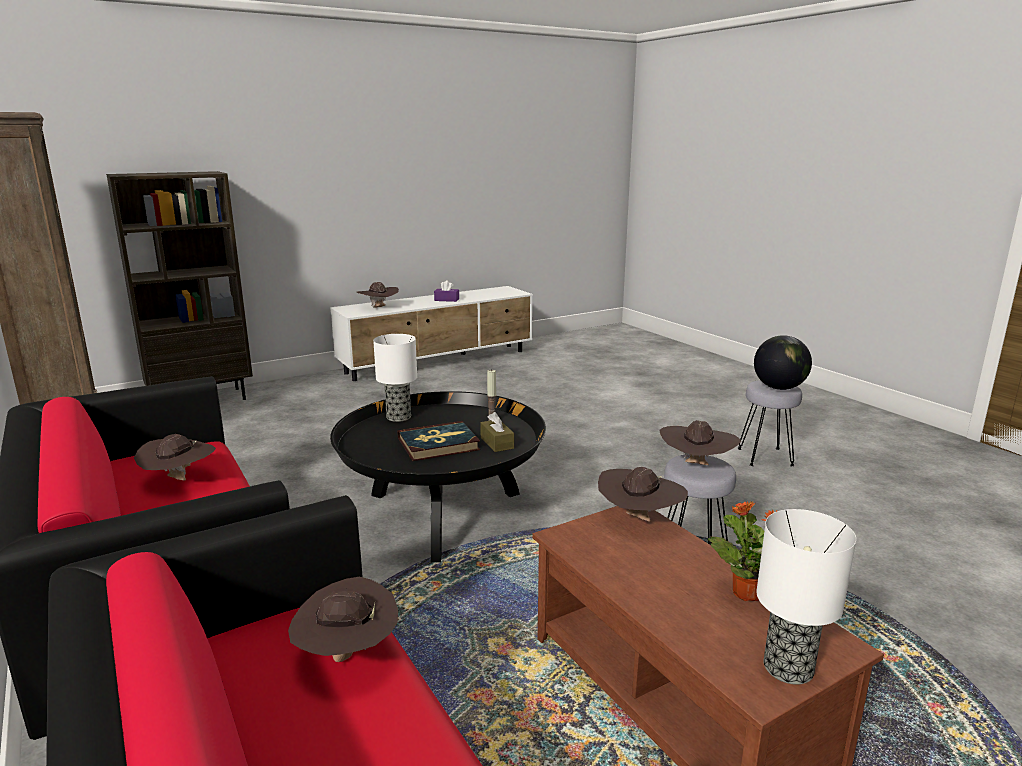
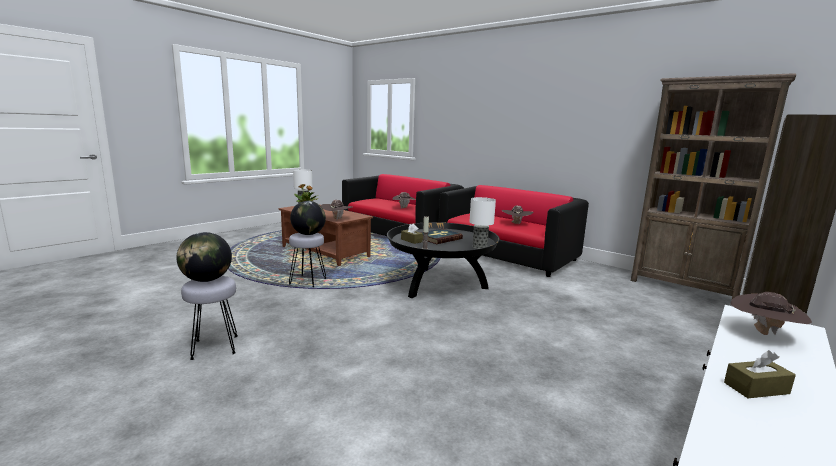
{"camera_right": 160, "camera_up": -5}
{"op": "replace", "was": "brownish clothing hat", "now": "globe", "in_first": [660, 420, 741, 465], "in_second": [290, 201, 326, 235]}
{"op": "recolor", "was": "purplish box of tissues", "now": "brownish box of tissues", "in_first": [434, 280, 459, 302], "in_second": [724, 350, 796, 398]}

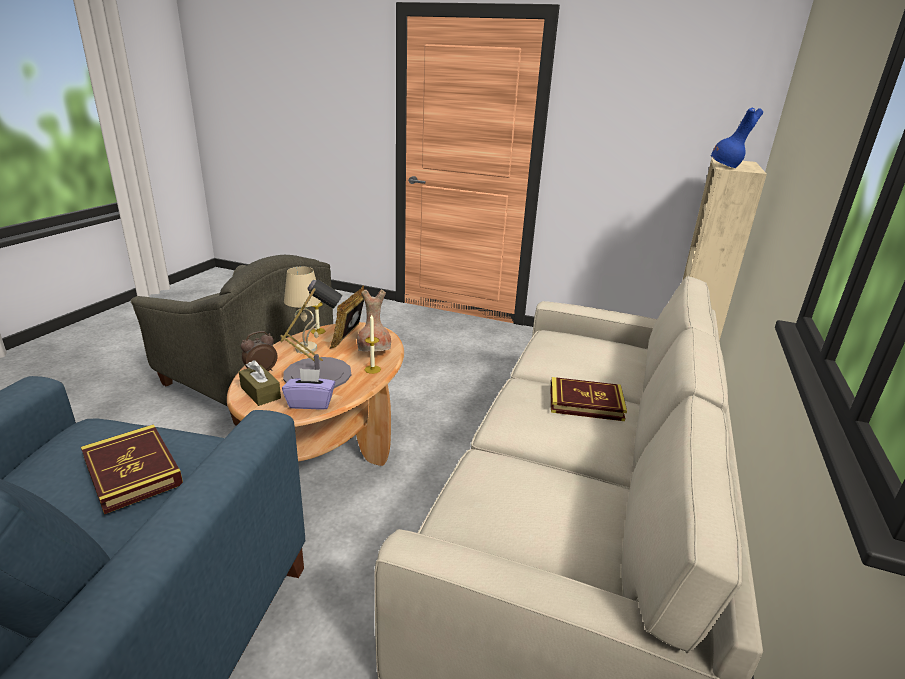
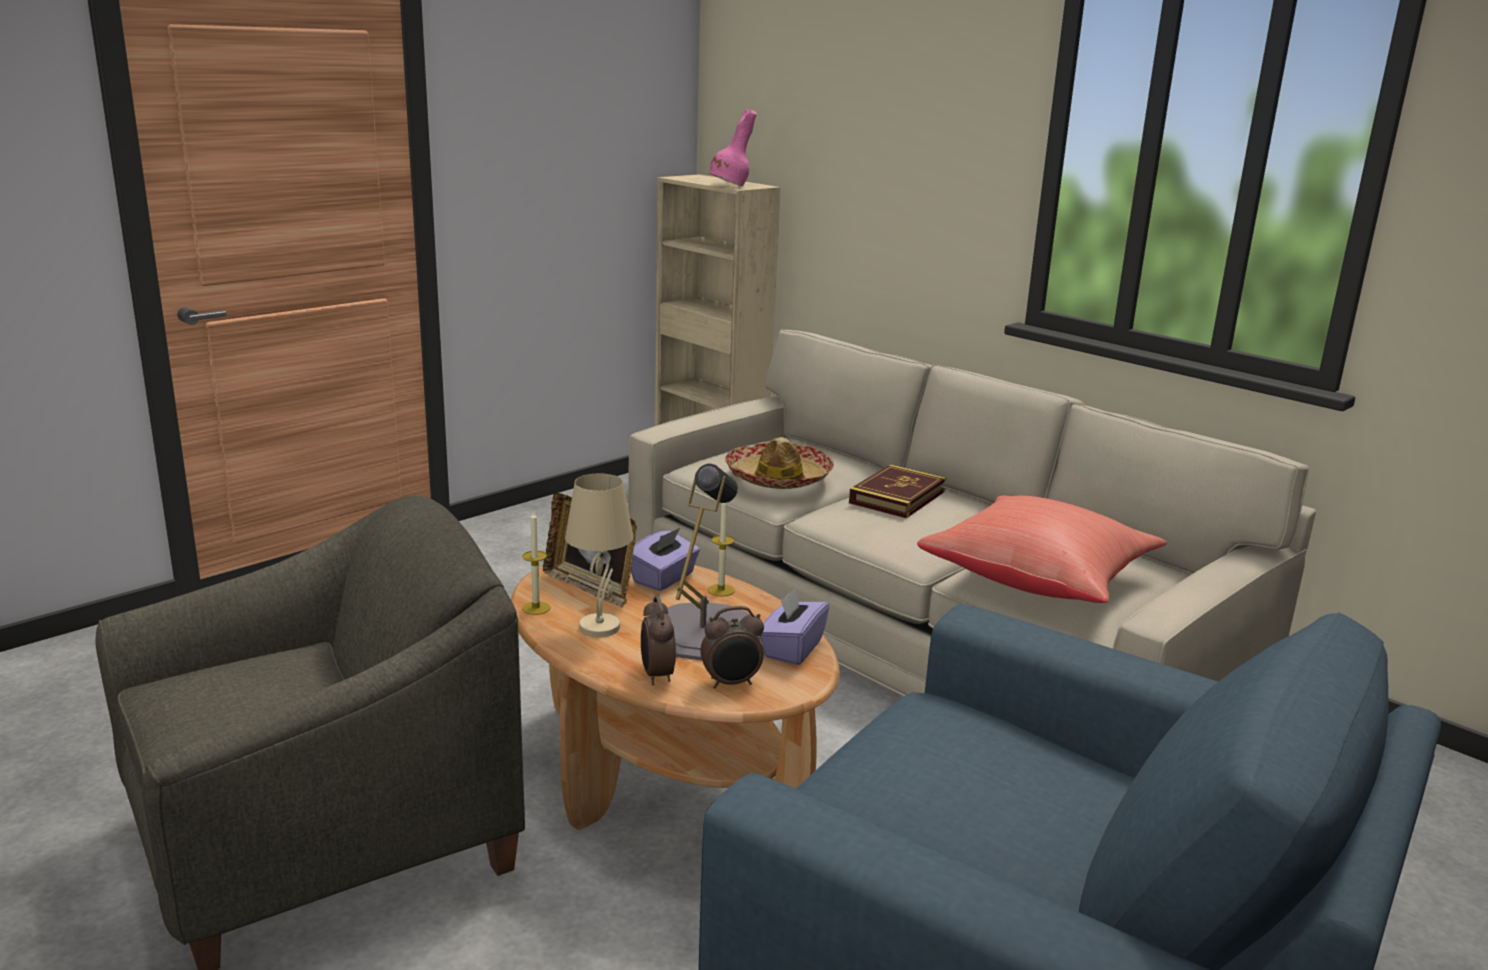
{"camera_right": -65, "camera_up": -5}
{"op": "replace", "was": "brownish vase", "now": "purplish box of tissues", "in_first": [357, 290, 391, 351], "in_second": [631, 528, 700, 591]}
{"op": "replace", "was": "brownish box of tissues", "now": "table clock", "in_first": [239, 360, 281, 406], "in_second": [700, 606, 764, 689]}
{"op": "recolor", "was": "bluish vase", "now": "pink vase", "in_first": [711, 108, 763, 168], "in_second": [709, 110, 757, 186]}
{"op": "insert", "now": "clothing hat", "in_second": [725, 437, 834, 489]}
{"op": "insert", "now": "red pillow", "in_second": [917, 496, 1167, 603]}
{"op": "delete", "was": "book", "in_first": [81, 424, 183, 514]}

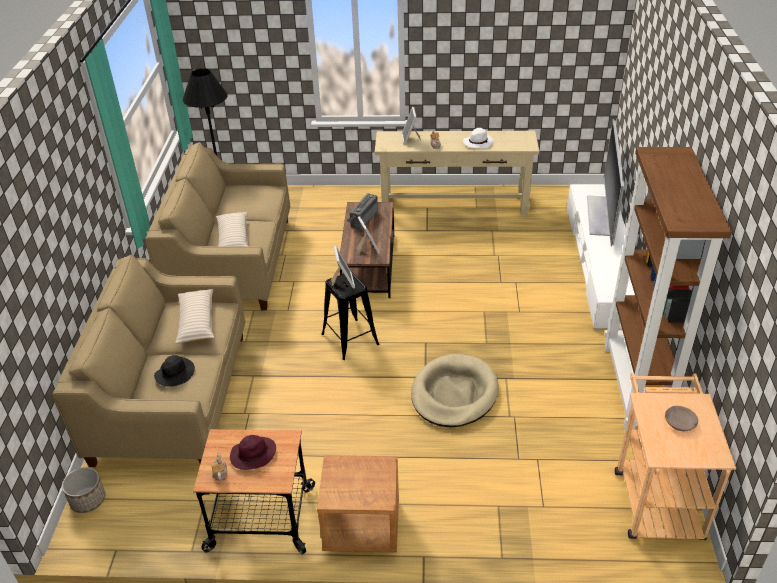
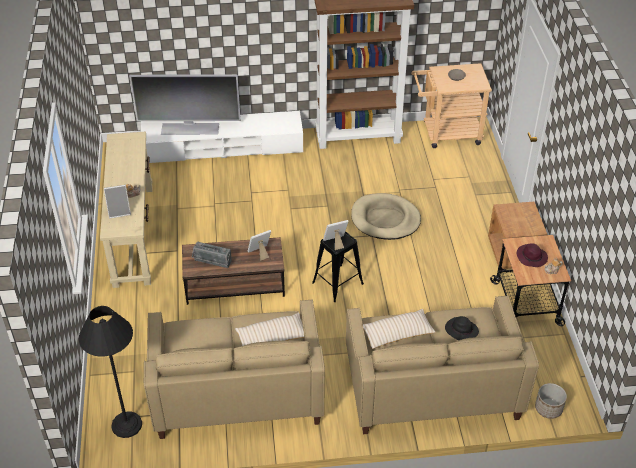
{"camera_right": -100, "camera_up": 5}
{"op": "delete", "was": "white clothing hat", "in_first": [463, 128, 493, 149]}

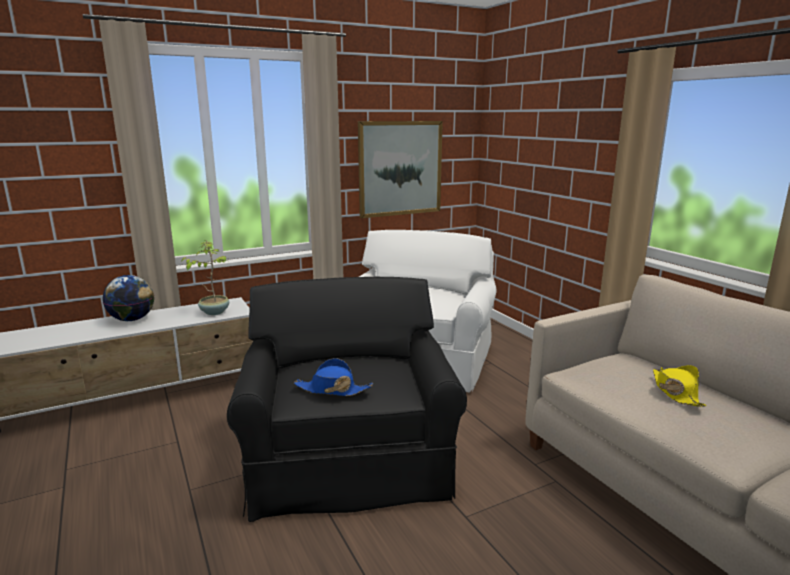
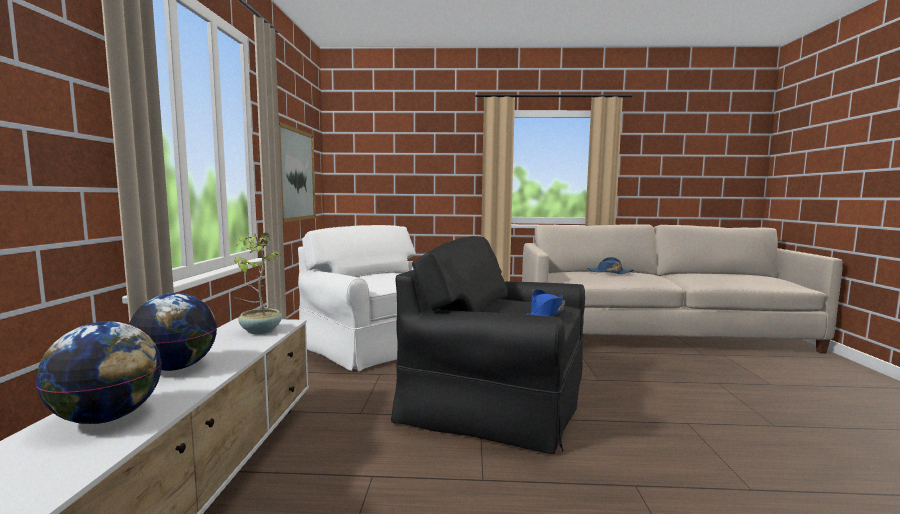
{"camera_right": -60, "camera_up": -10}
{"op": "insert", "now": "globe", "in_second": [36, 322, 162, 424]}
{"op": "recolor", "was": "yellowish clothing hat", "now": "bluish clothing hat", "in_first": [653, 365, 707, 407], "in_second": [587, 257, 634, 274]}

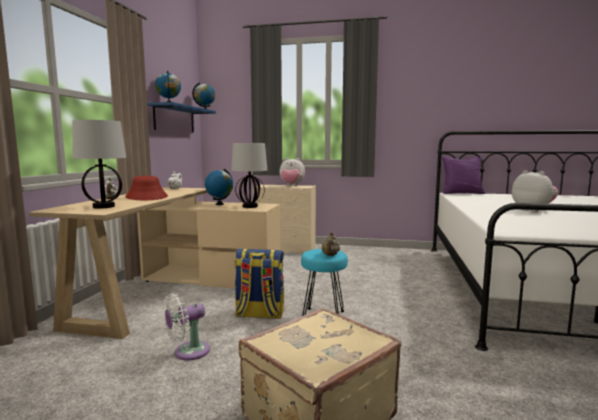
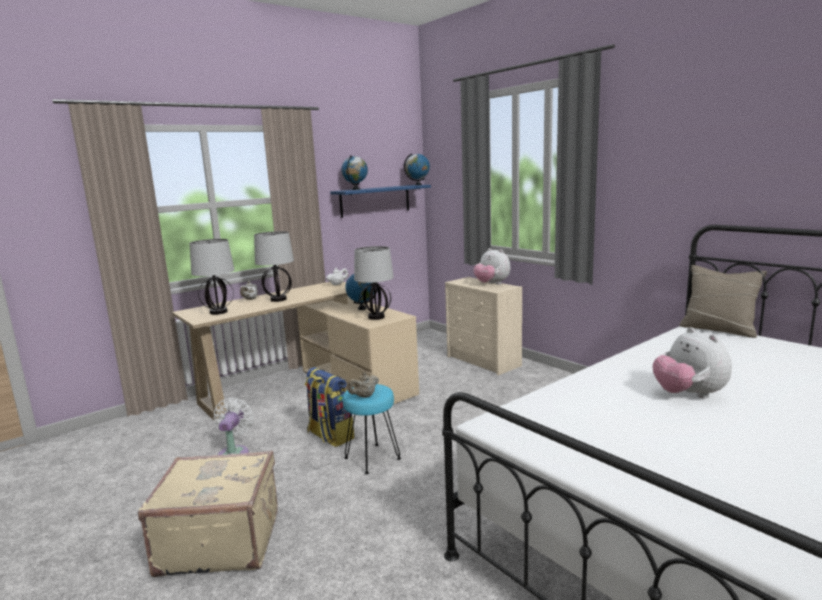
{"camera_right": 40, "camera_up": 5}
{"op": "rotate", "was": "white fan", "in_first": [163, 294, 210, 360], "in_second": [214, 398, 254, 455], "clockwise": 90}
{"op": "replace", "was": "red clothing hat", "now": "table lamp", "in_first": [125, 176, 168, 200], "in_second": [254, 231, 294, 302]}
{"op": "rotate", "was": "plush toy", "in_first": [512, 170, 559, 212], "in_second": [653, 327, 732, 398], "clockwise": 150}
{"op": "recolor", "was": "purplish pillow", "now": "beige pillow", "in_first": [442, 156, 485, 194], "in_second": [679, 265, 767, 338]}

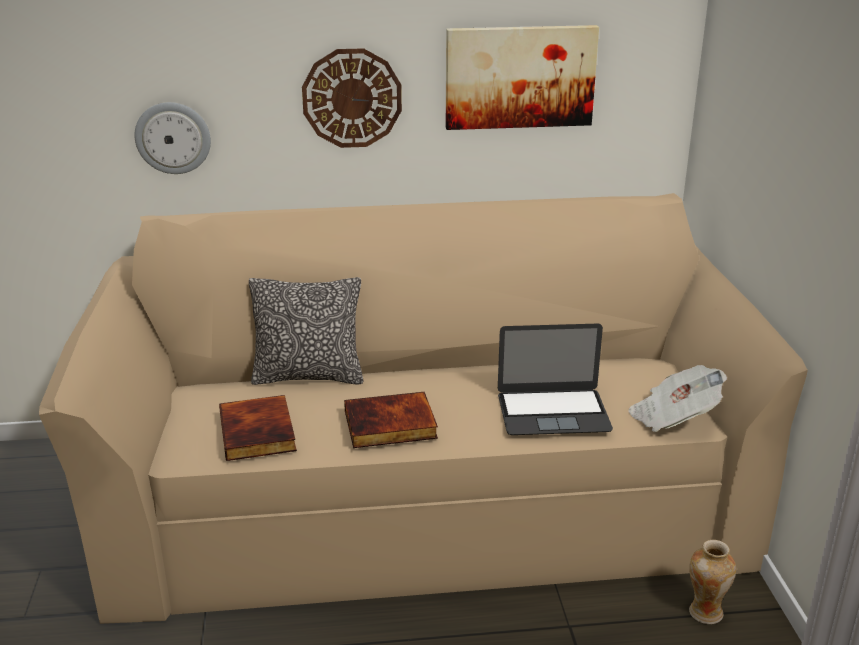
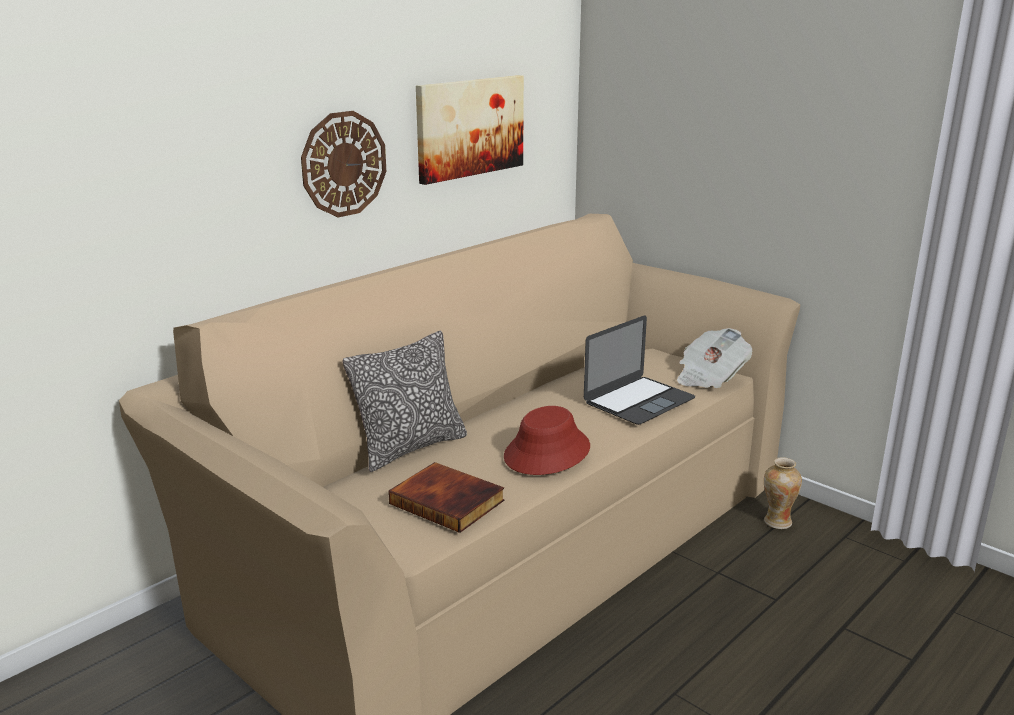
{"camera_right": -40, "camera_up": -5}
{"op": "replace", "was": "book", "now": "red clothing hat", "in_first": [344, 392, 438, 448], "in_second": [504, 406, 590, 475]}
{"op": "delete", "was": "clock on the wall", "in_first": [134, 102, 211, 174]}

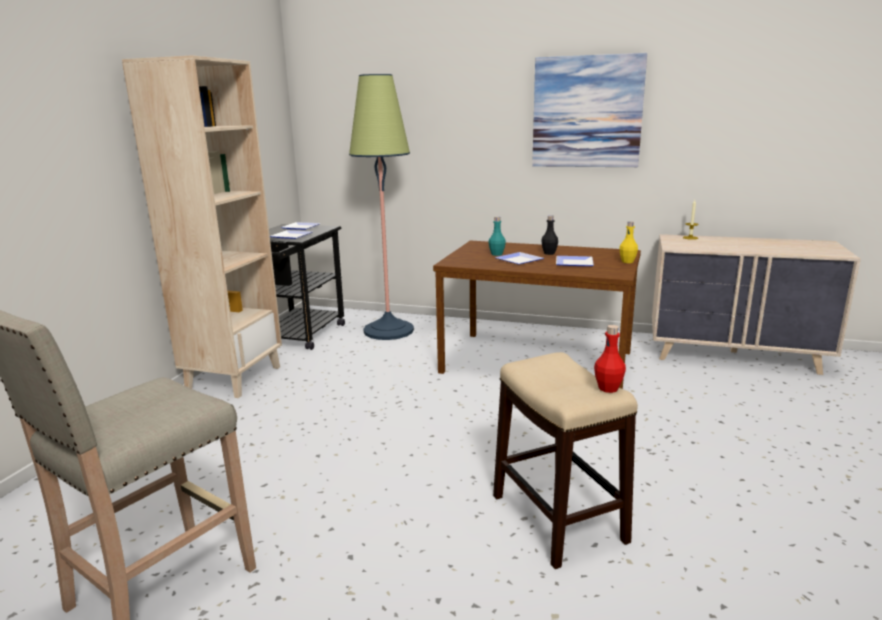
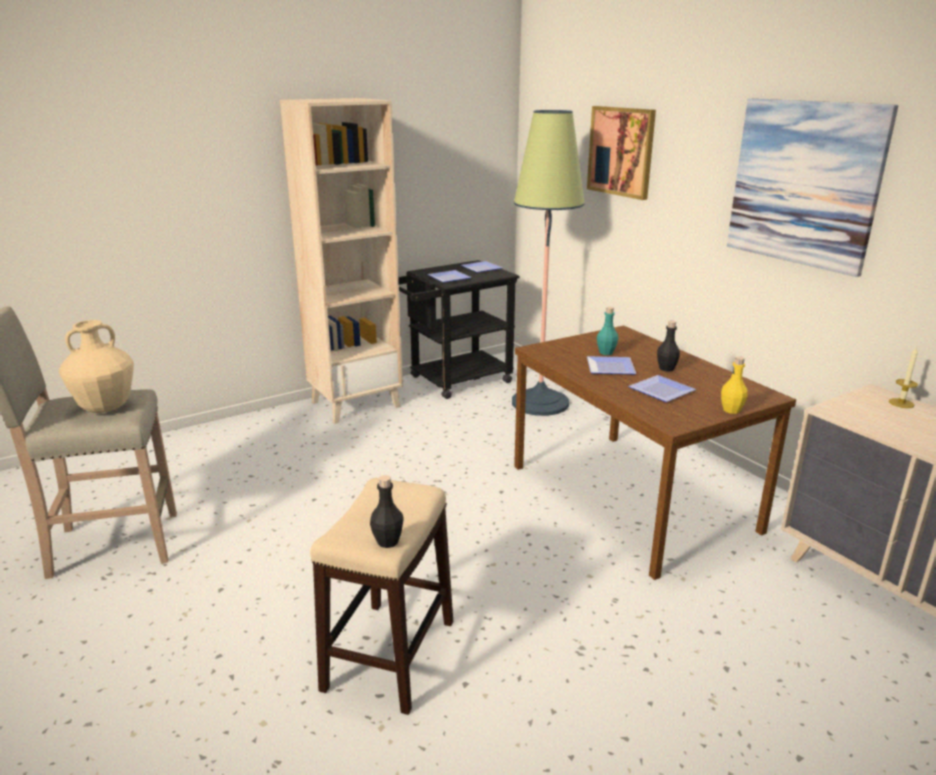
{"camera_right": 40, "camera_up": 5}
{"op": "insert", "now": "beige vase", "in_second": [59, 320, 134, 413]}
{"op": "recolor", "was": "red drink bottle", "now": "blackish drink bottle", "in_first": [594, 325, 626, 393], "in_second": [370, 475, 404, 548]}
{"op": "insert", "now": "wall picture", "in_second": [587, 106, 656, 200]}

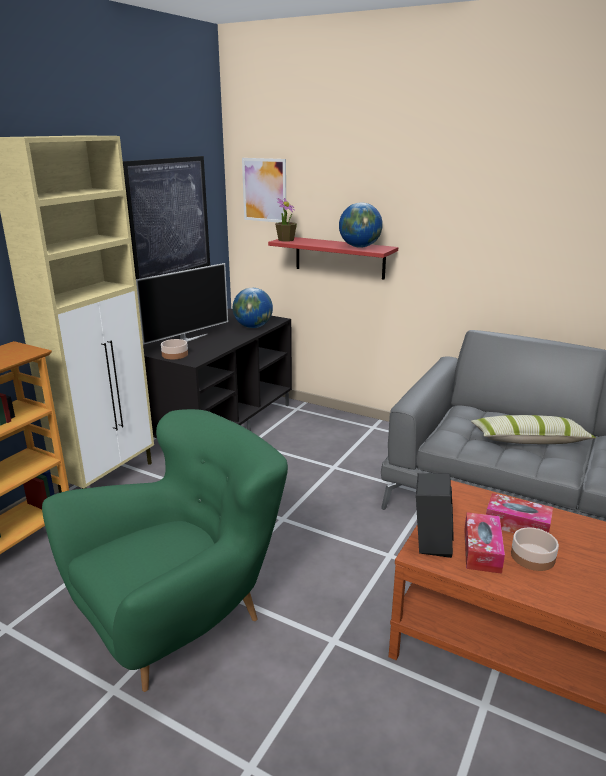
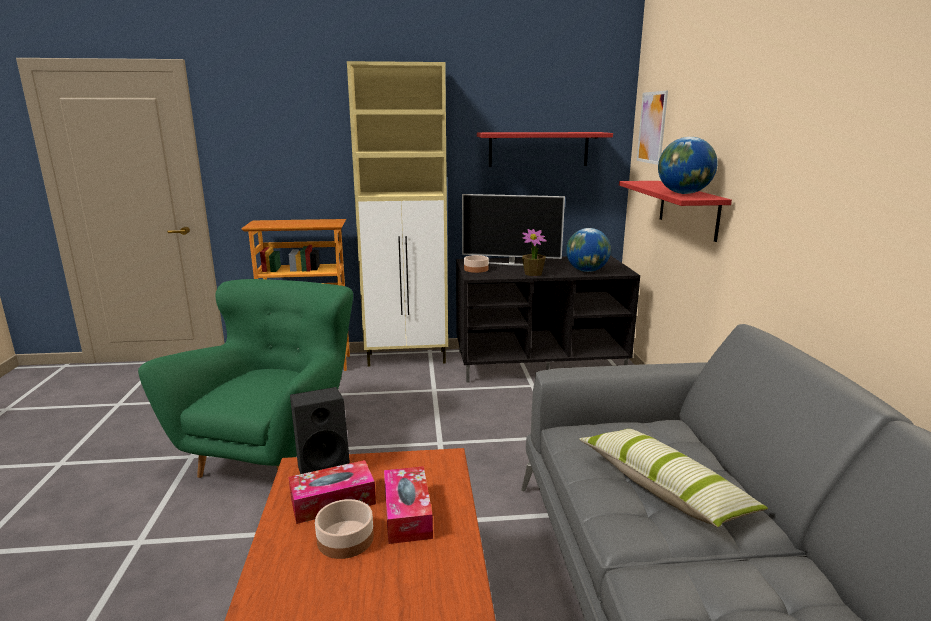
{"camera_right": 55, "camera_up": -5}
{"op": "rotate", "was": "green easy chair", "in_first": [42, 409, 288, 692], "in_second": [138, 279, 353, 478], "clockwise": -90}
{"op": "replace", "was": "wall picture", "now": "red shelf", "in_first": [123, 156, 210, 279], "in_second": [477, 132, 613, 167]}
{"op": "move", "was": "plant in a pot", "in_first": [275, 198, 297, 242], "in_second": [522, 229, 547, 276]}

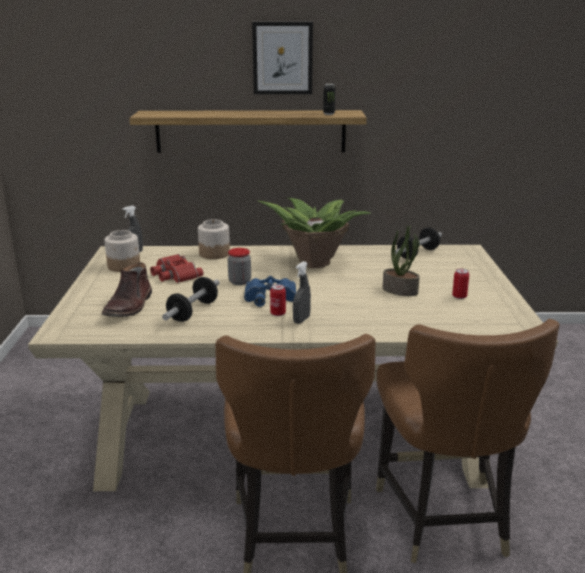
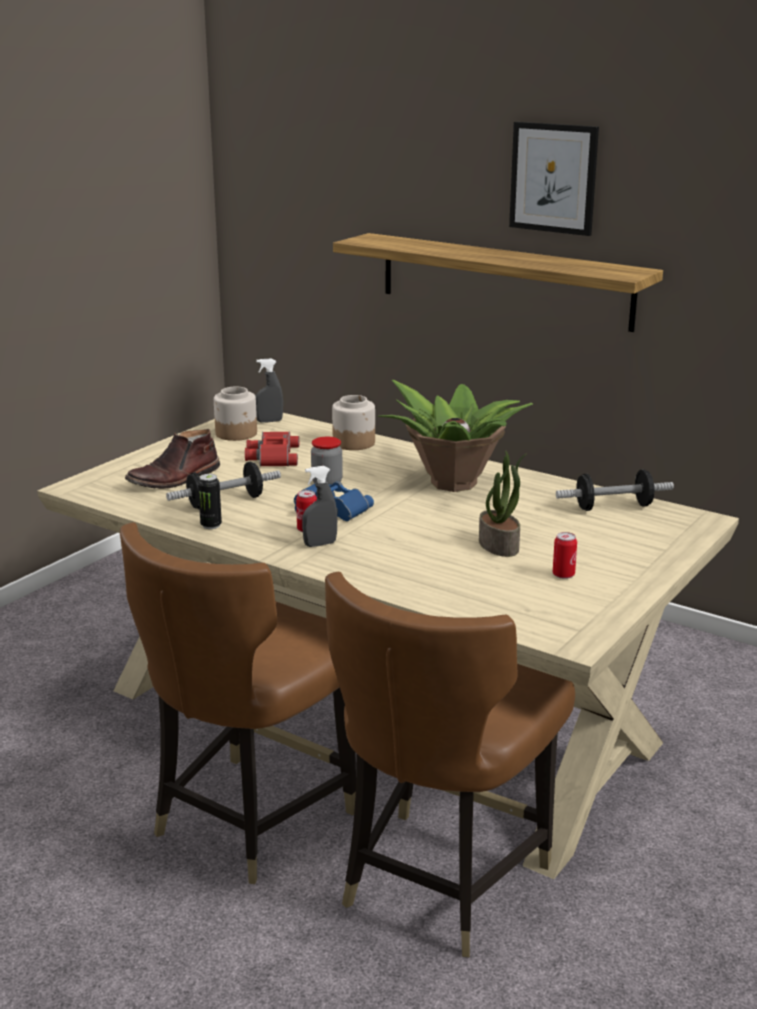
{"camera_right": 35, "camera_up": 0}
{"op": "move", "was": "can", "in_first": [323, 84, 335, 115], "in_second": [198, 474, 222, 529]}

